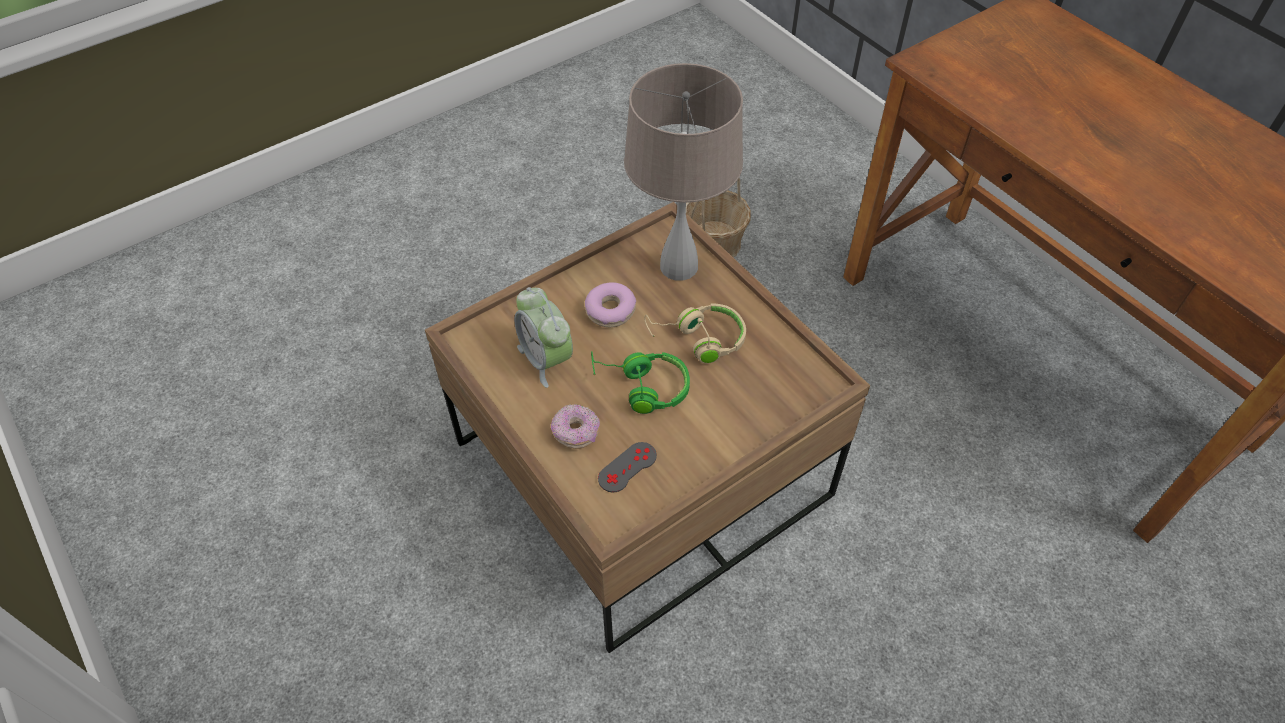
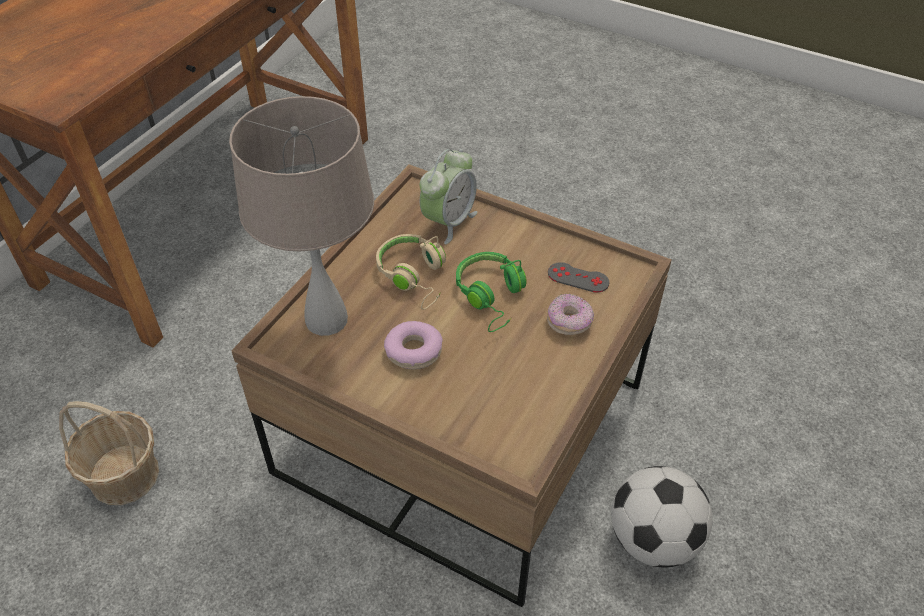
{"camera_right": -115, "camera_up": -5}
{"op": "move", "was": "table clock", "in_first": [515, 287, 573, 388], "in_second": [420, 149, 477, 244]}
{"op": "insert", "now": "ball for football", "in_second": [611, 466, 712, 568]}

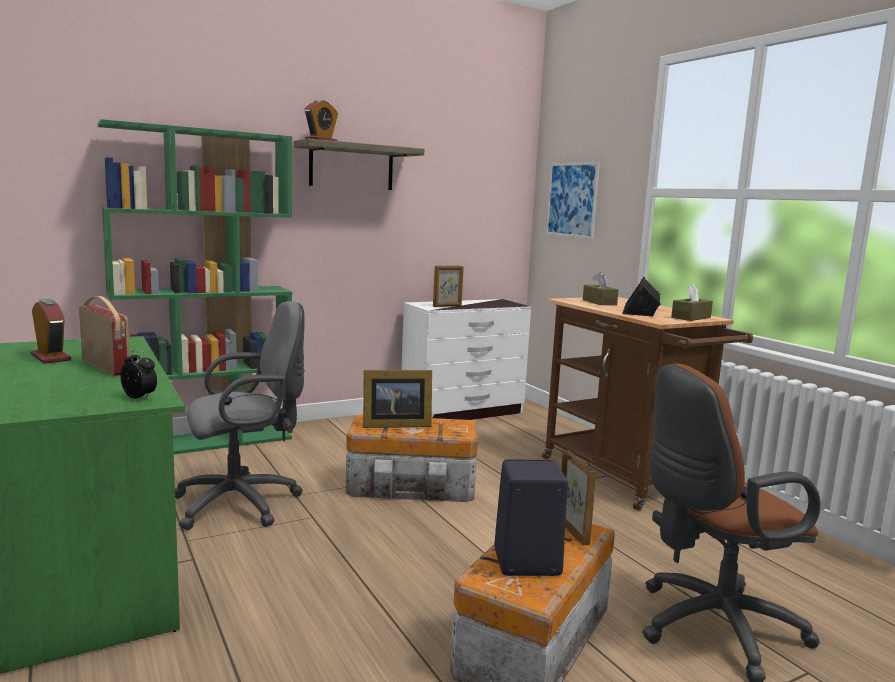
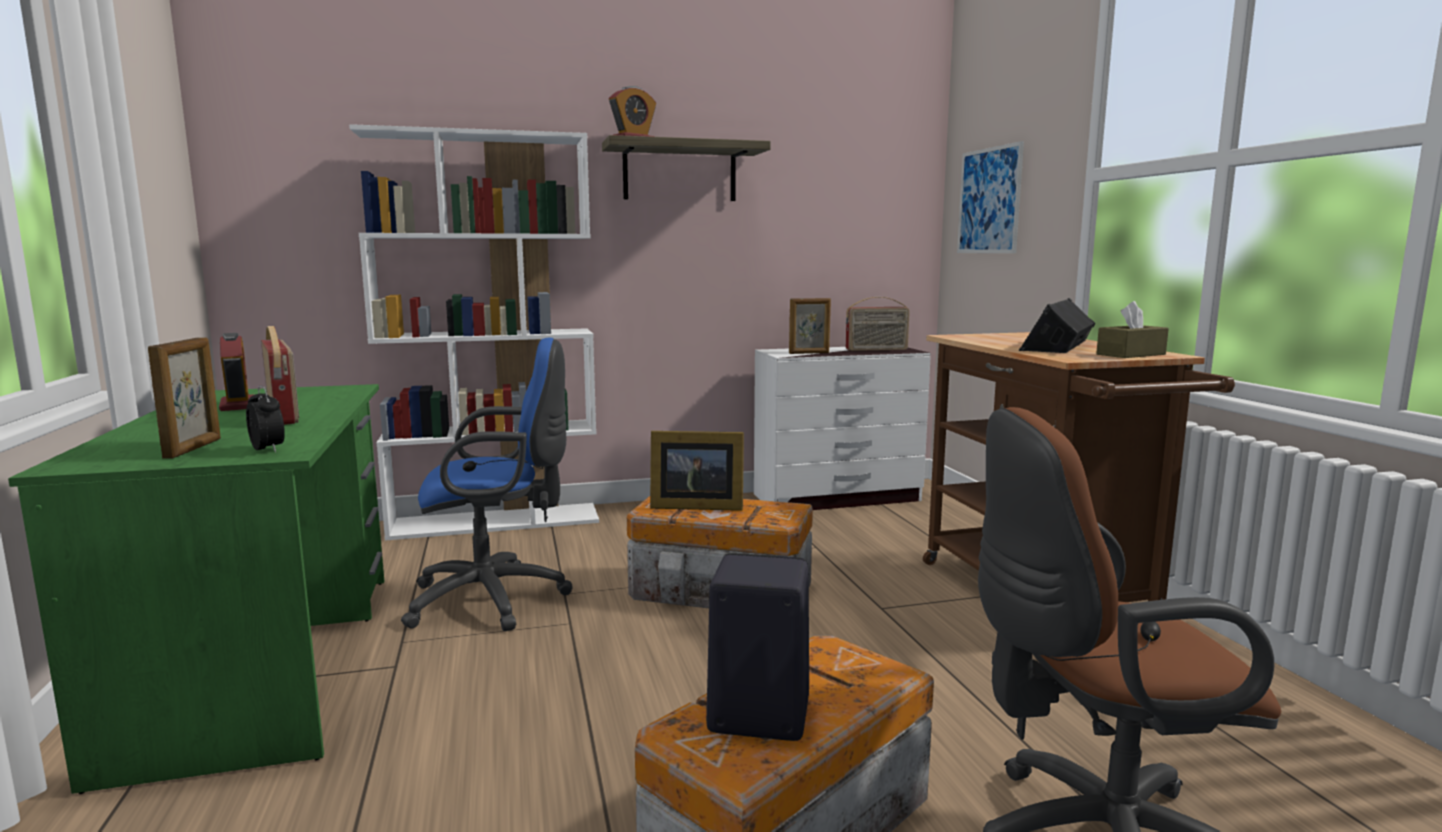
{"camera_right": 15, "camera_up": 0}
{"op": "move", "was": "standing frame", "in_first": [561, 450, 596, 545], "in_second": [148, 337, 221, 458]}
{"op": "recolor", "was": "green shelving unit", "now": "white shelving unit", "in_first": [97, 119, 292, 454], "in_second": [349, 124, 599, 541]}
{"op": "recolor", "was": "gray office chair", "now": "bluish office chair", "in_first": [175, 301, 305, 530], "in_second": [401, 337, 573, 631]}
{"op": "insert", "now": "radio receiver", "in_second": [846, 297, 910, 351]}
{"op": "delete", "was": "brownish box of tissues", "in_first": [583, 272, 619, 305]}

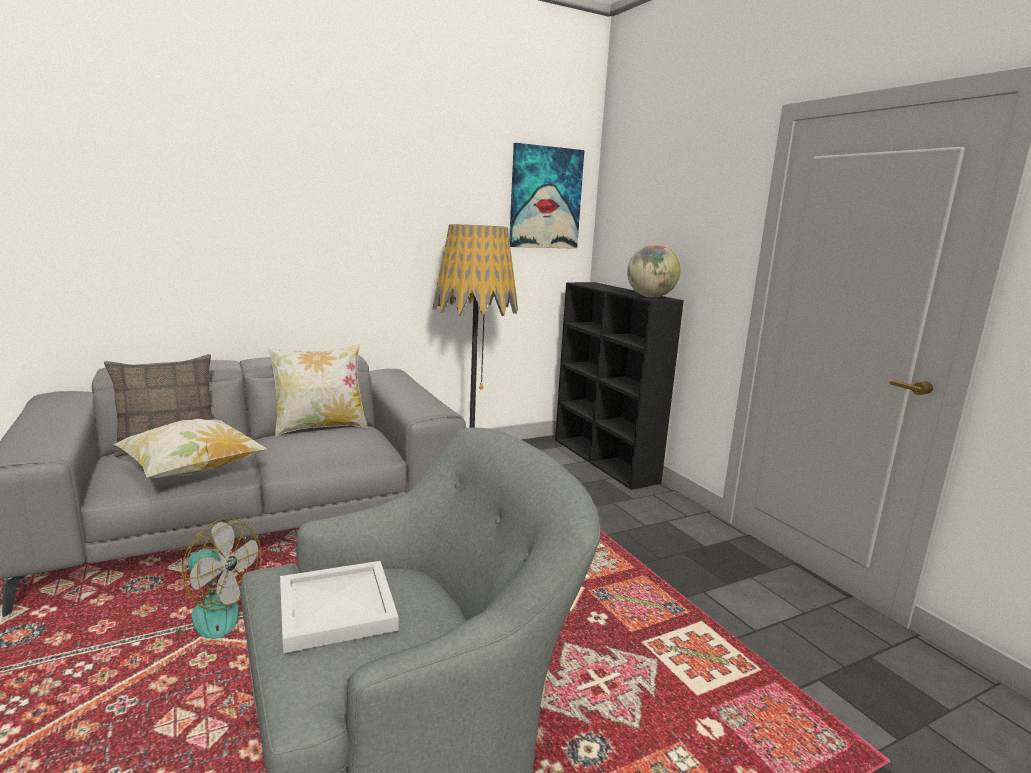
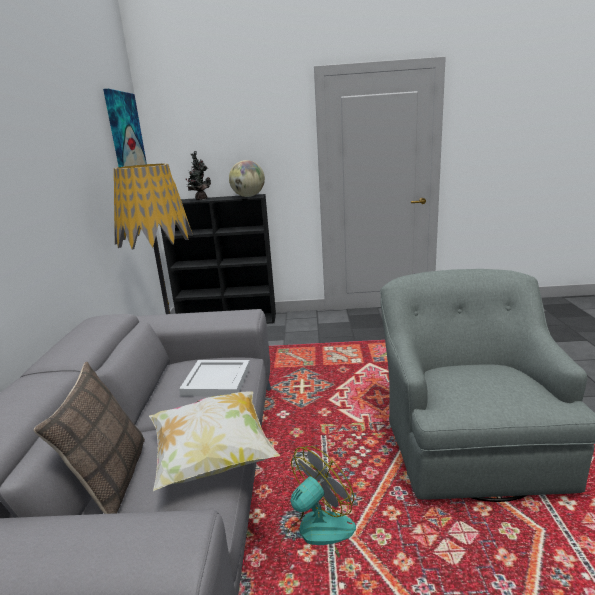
{"camera_right": -60, "camera_up": 5}
{"op": "move", "was": "white tray", "in_first": [280, 561, 399, 653], "in_second": [179, 360, 250, 397]}
{"op": "insert", "now": "plant in a pot", "in_second": [186, 151, 211, 200]}
{"op": "delete", "was": "pillow", "in_first": [268, 344, 367, 436]}

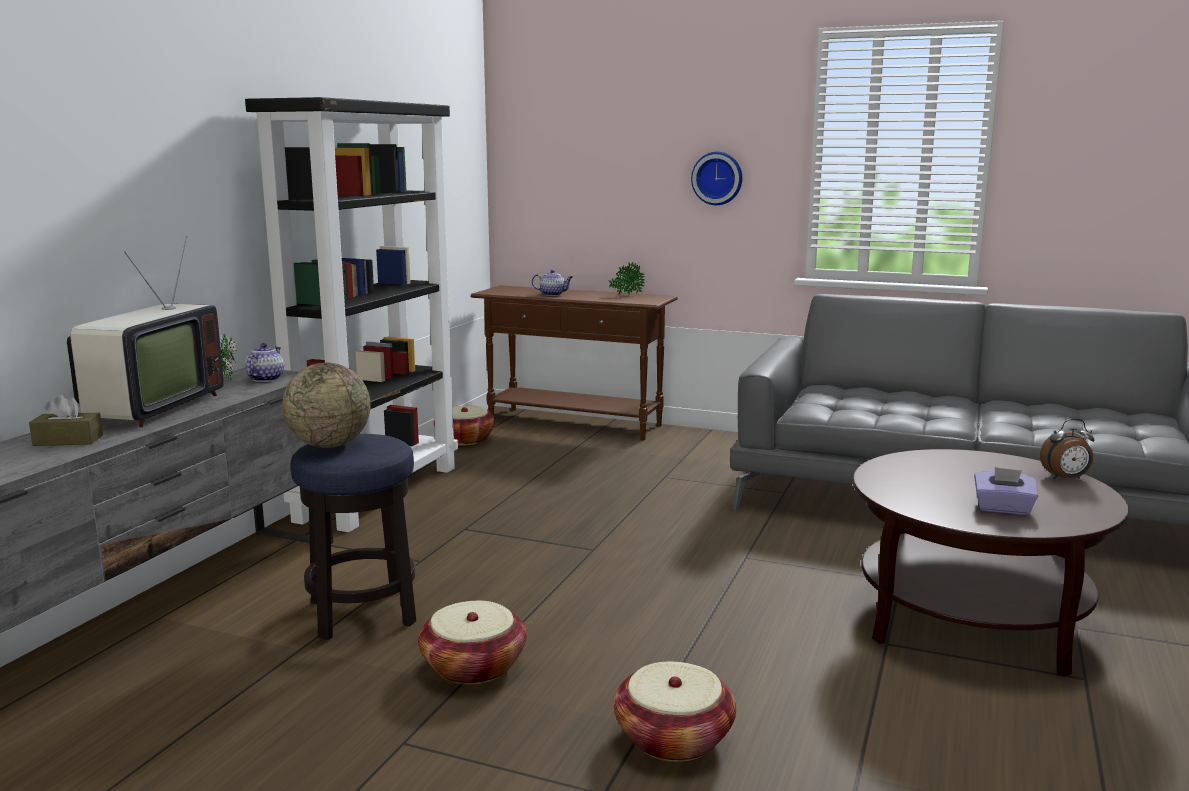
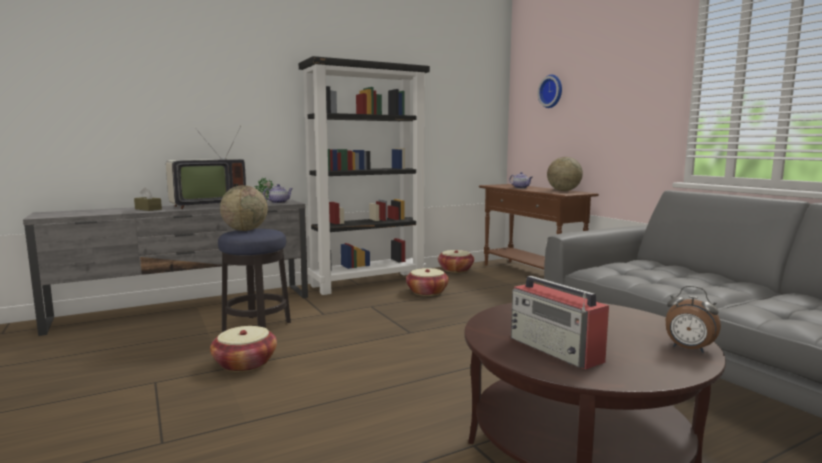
{"camera_right": 40, "camera_up": -5}
{"op": "move", "was": "household basket", "in_first": [614, 662, 736, 762], "in_second": [406, 268, 449, 296]}
{"op": "replace", "was": "purplish box of tissues", "now": "radio receiver", "in_first": [974, 467, 1038, 515], "in_second": [511, 276, 609, 370]}
{"op": "move", "was": "clock on the wall", "in_first": [691, 152, 742, 205], "in_second": [538, 75, 562, 108]}
{"op": "replace", "was": "plant in a pot", "now": "globe", "in_first": [609, 262, 645, 295], "in_second": [547, 157, 583, 191]}

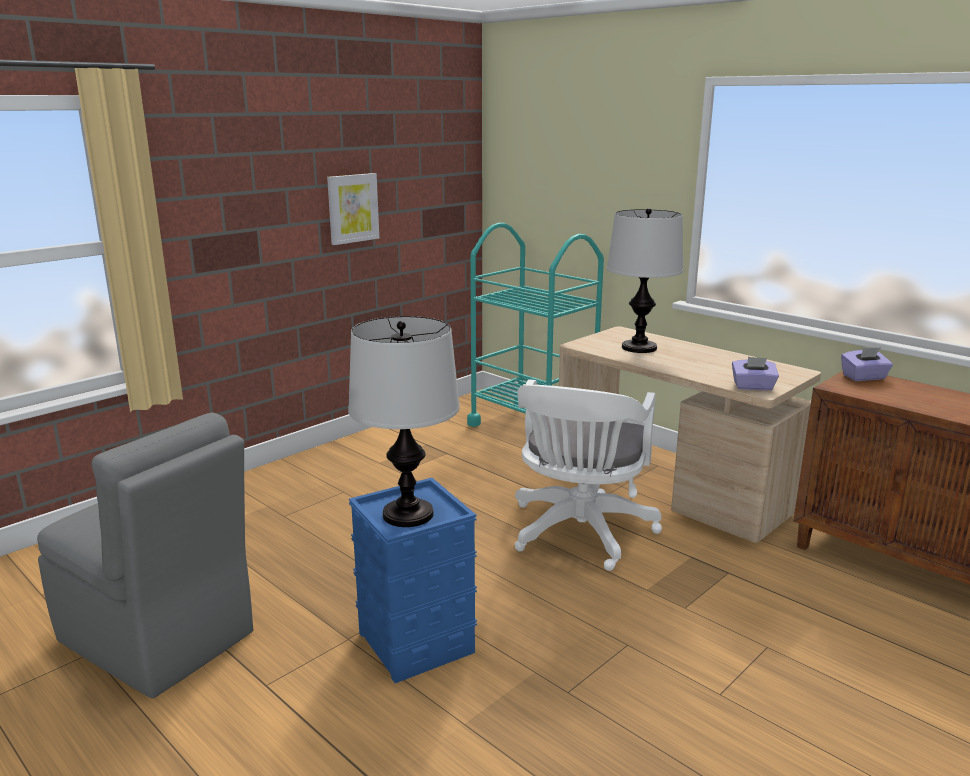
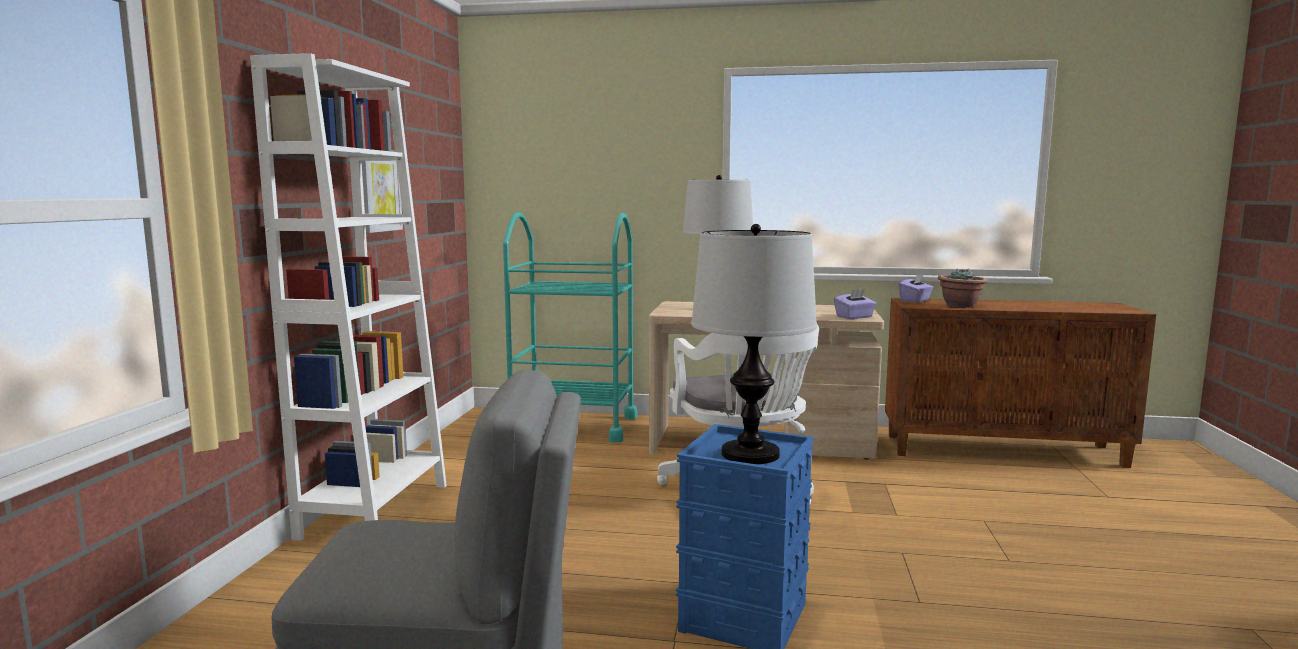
{"camera_right": -35, "camera_up": -10}
{"op": "insert", "now": "white shelving unit", "in_second": [250, 53, 447, 541]}
{"op": "insert", "now": "plant in a pot", "in_second": [938, 269, 988, 308]}

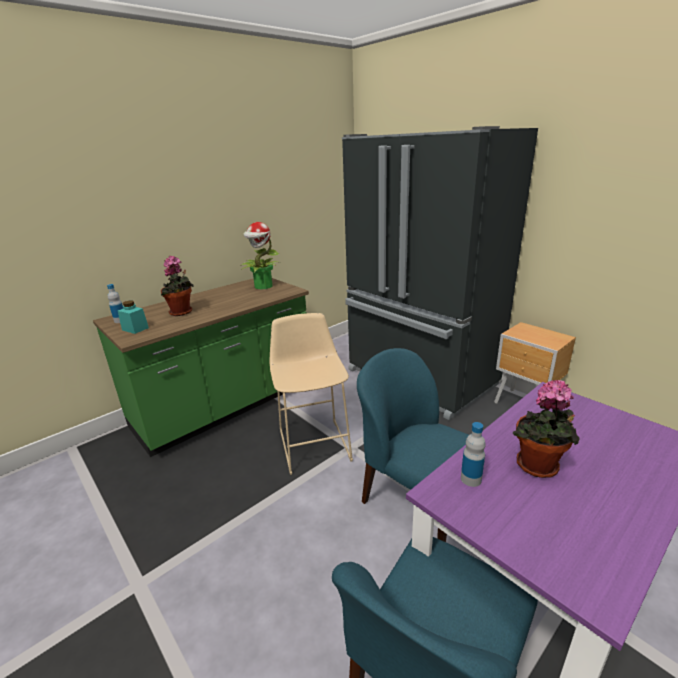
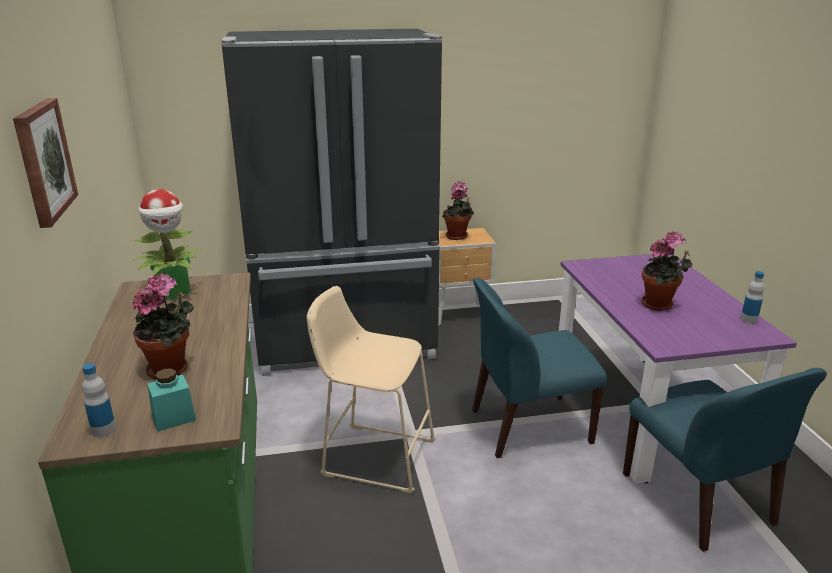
{"camera_right": -60, "camera_up": 0}
{"op": "insert", "now": "wall picture", "in_second": [13, 98, 78, 228]}
{"op": "insert", "now": "plant in a pot", "in_second": [442, 181, 474, 240]}
{"op": "move", "was": "drink bottle", "in_first": [461, 422, 486, 487], "in_second": [741, 271, 764, 323]}

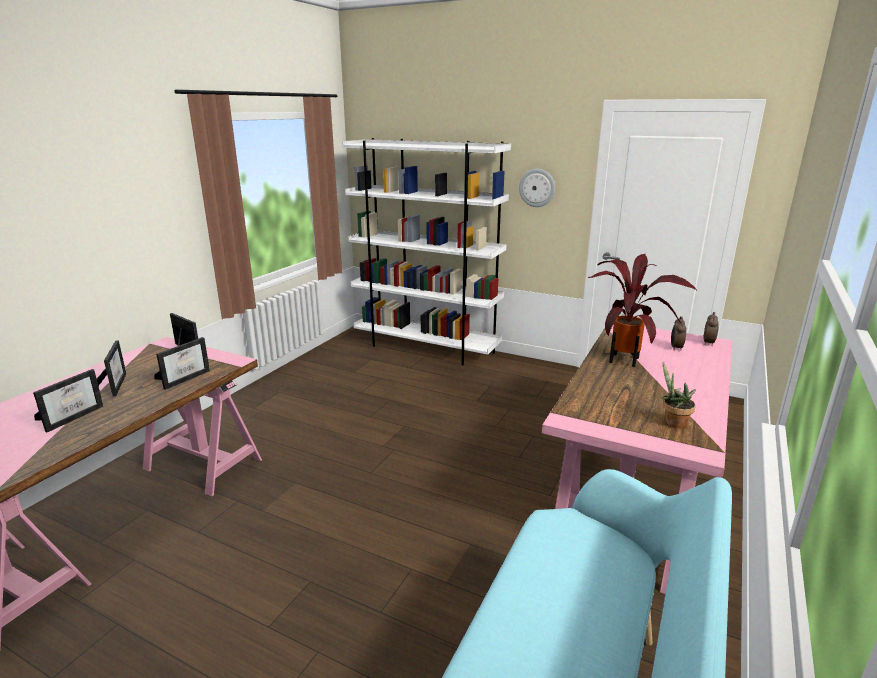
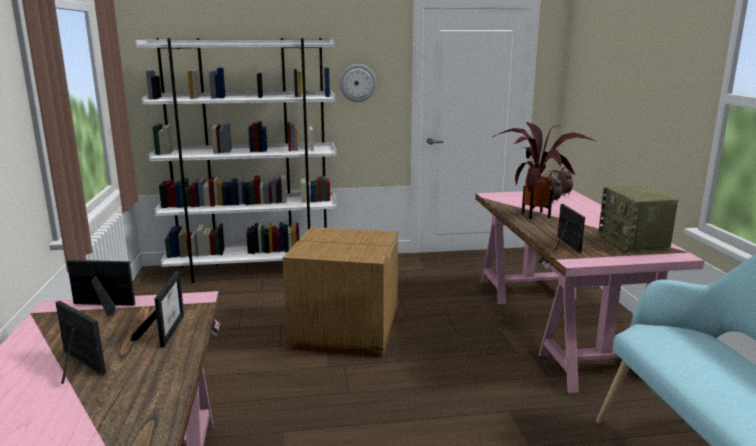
{"camera_right": -35, "camera_up": -5}
{"op": "insert", "now": "packing box", "in_second": [283, 227, 398, 357]}
{"op": "move", "was": "standing frame", "in_first": [33, 369, 103, 432], "in_second": [555, 204, 585, 253]}
{"op": "replace", "was": "plant in a pot", "now": "radio receiver", "in_first": [662, 362, 696, 428], "in_second": [599, 185, 678, 254]}

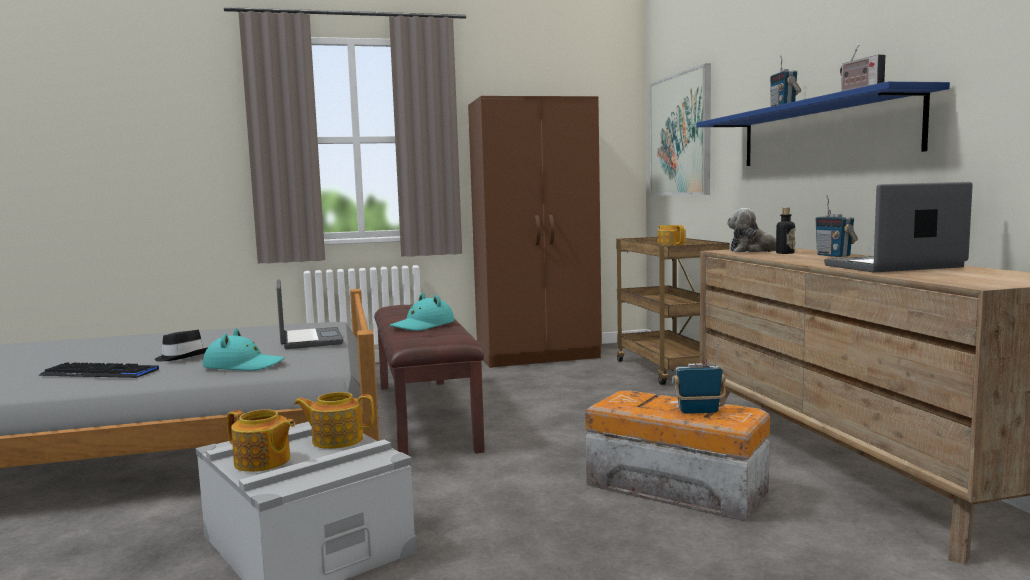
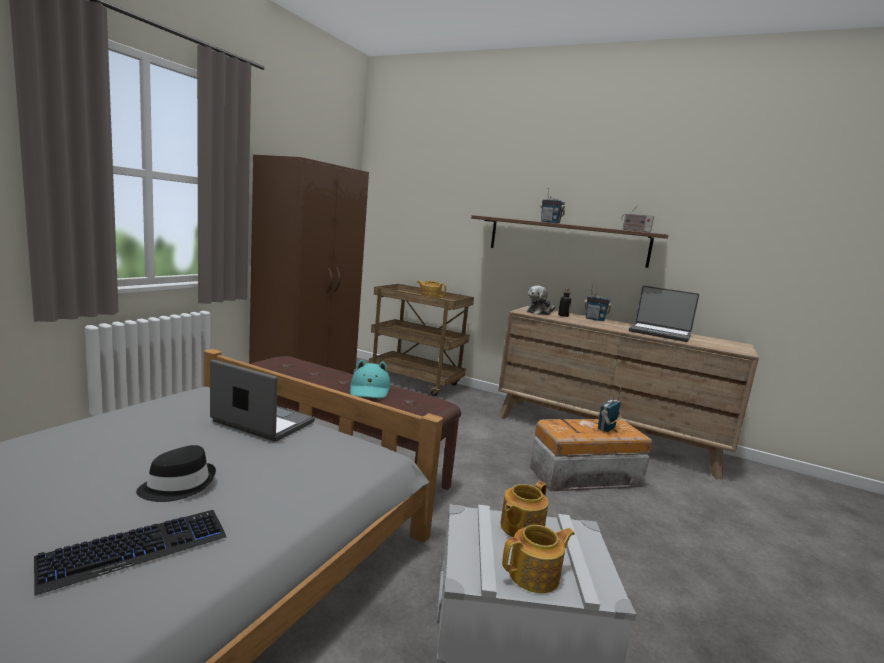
{"camera_right": -50, "camera_up": 5}
{"op": "recolor", "was": "bluish shelf", "now": "brownish shelf", "in_first": [696, 81, 950, 166], "in_second": [471, 215, 669, 268]}
{"op": "rotate", "was": "laptop", "in_first": [824, 182, 973, 273], "in_second": [629, 286, 699, 342], "clockwise": -90}
{"op": "delete", "was": "turquoise clothing hat", "in_first": [203, 328, 285, 371]}
{"op": "delete", "was": "wall picture", "in_first": [650, 64, 711, 196]}

